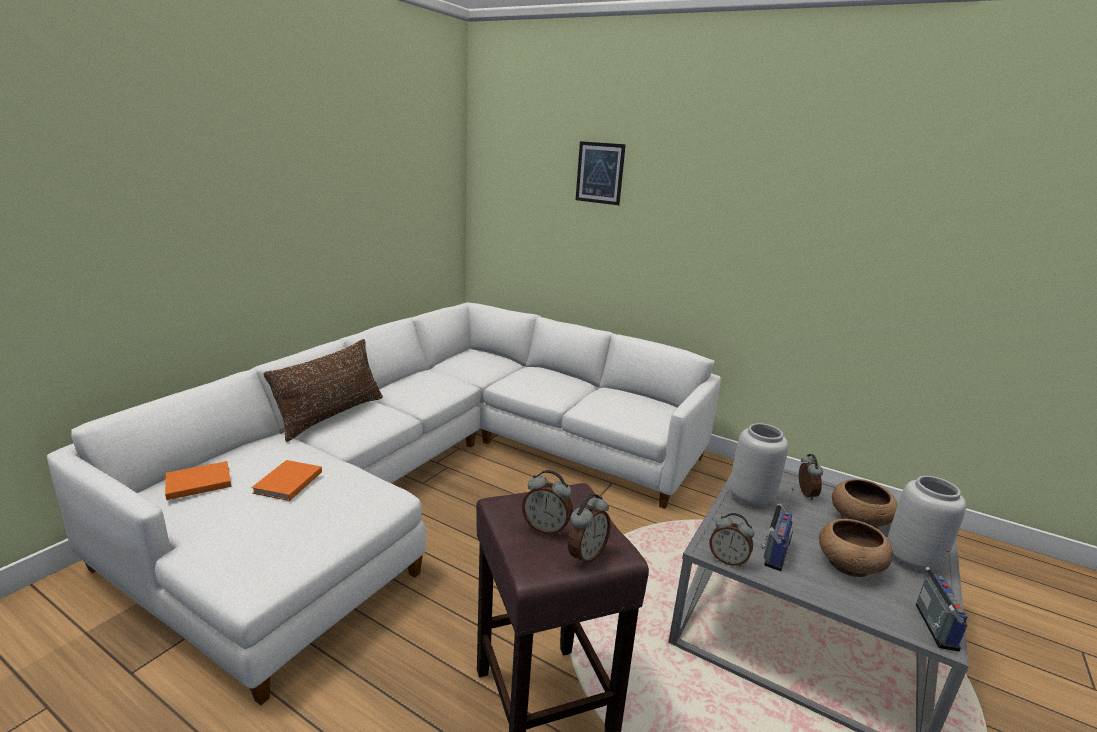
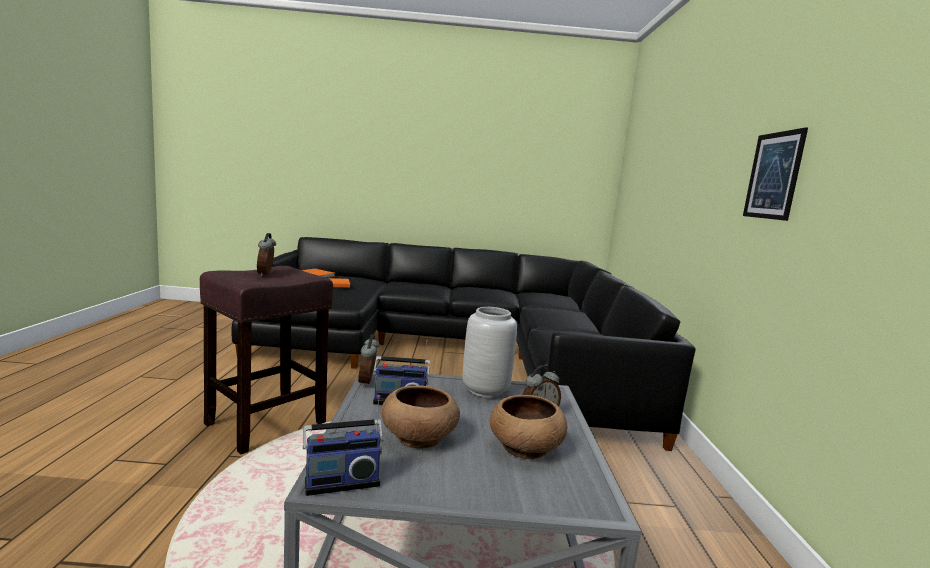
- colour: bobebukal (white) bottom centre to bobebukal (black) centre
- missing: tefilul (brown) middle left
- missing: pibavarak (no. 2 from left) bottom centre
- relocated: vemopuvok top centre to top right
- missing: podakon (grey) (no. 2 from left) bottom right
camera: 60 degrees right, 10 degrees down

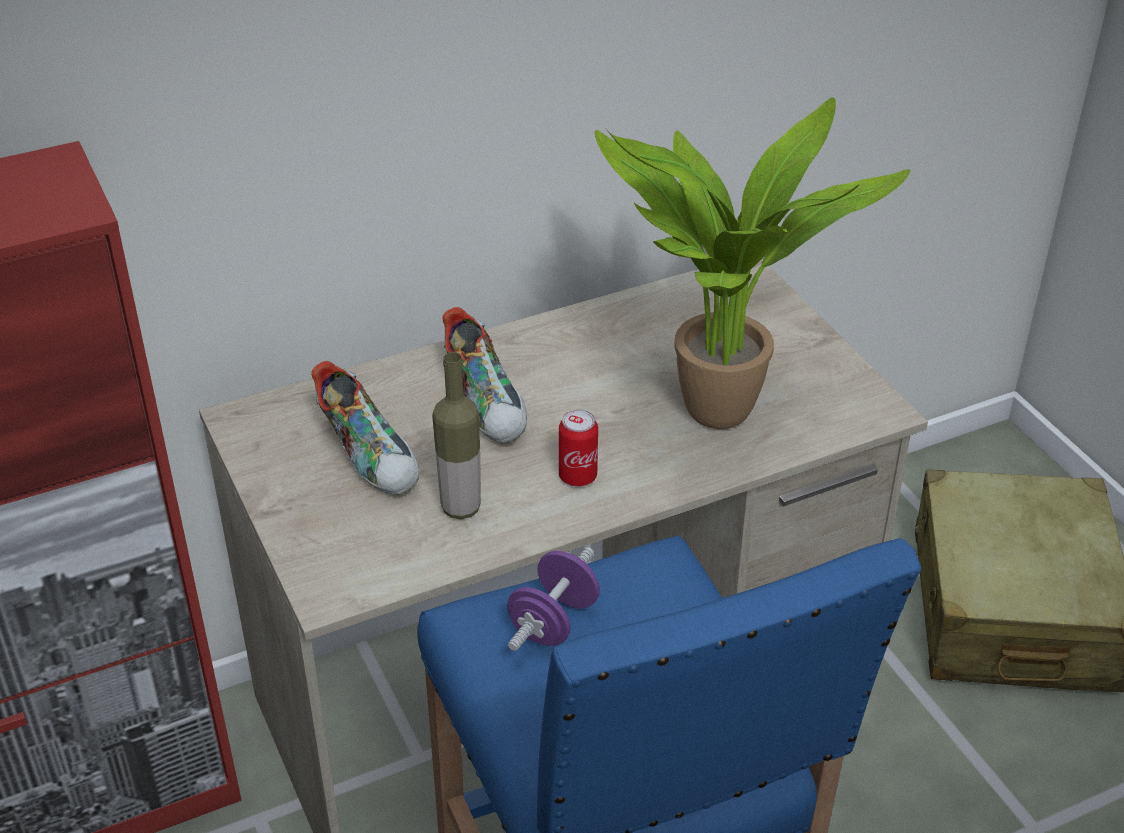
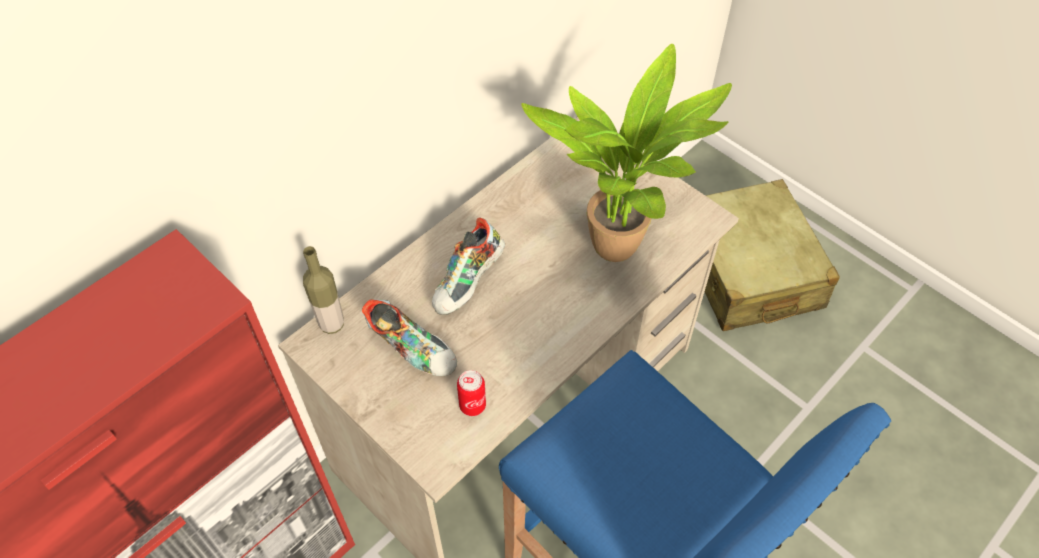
- relocated: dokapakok centre to middle left
- spun: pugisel (no. 2 from left) centre = centre 75 degrees clockwise
- missing: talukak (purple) bottom centre
- relocated: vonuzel centre to bottom centre
camera: 20 degrees left, 15 degrees up

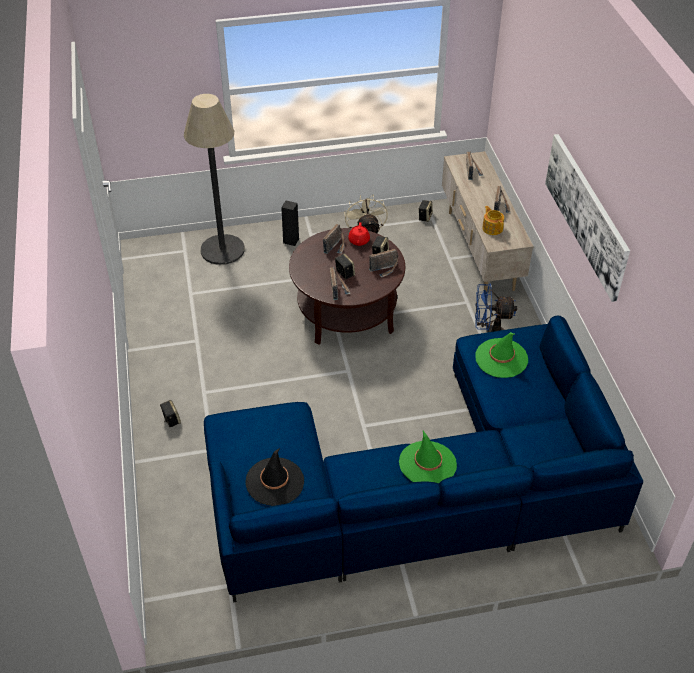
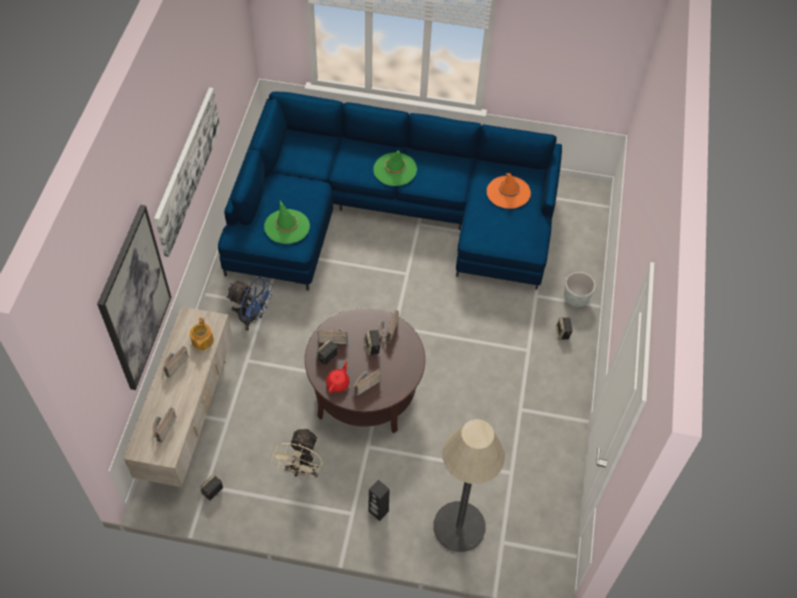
- colour: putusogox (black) bottom centre to putusogox (orange) top centre
- appeared: vemopuvok (no. 1 from left) middle left
- appeared: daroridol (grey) middle right
camera: 160 degrees left, 10 degrees up

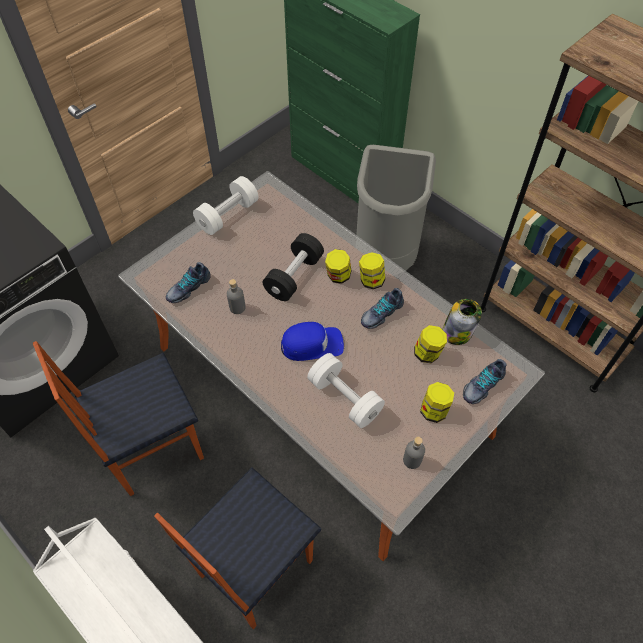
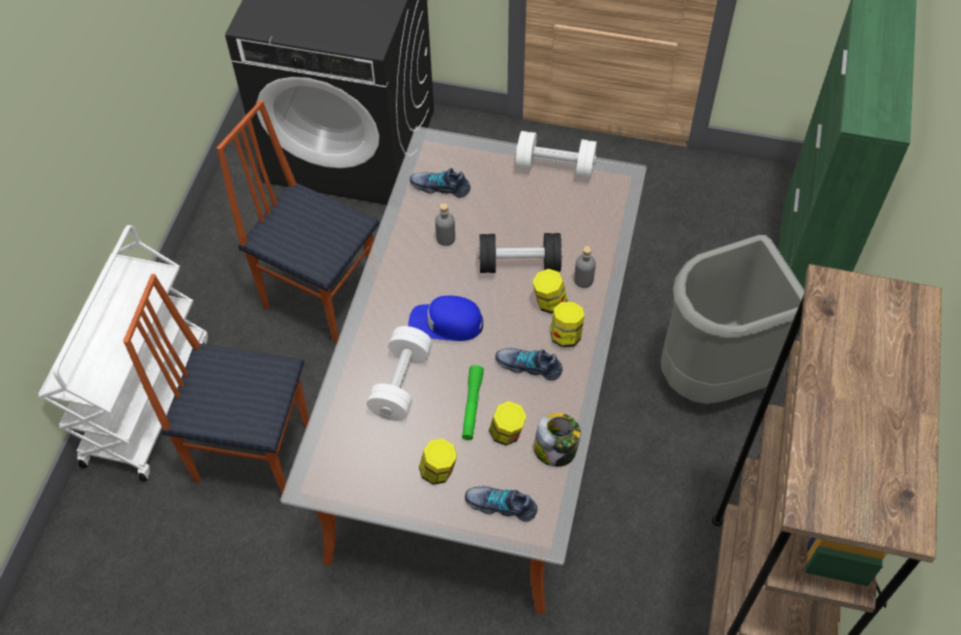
- spun: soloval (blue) centre = centre 135 degrees clockwise
- relocated: dokapakok (grey) (no. 2 from left) bottom centre to centre
- appeared: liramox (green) centre
camera: 60 degrees right, 0 degrees up

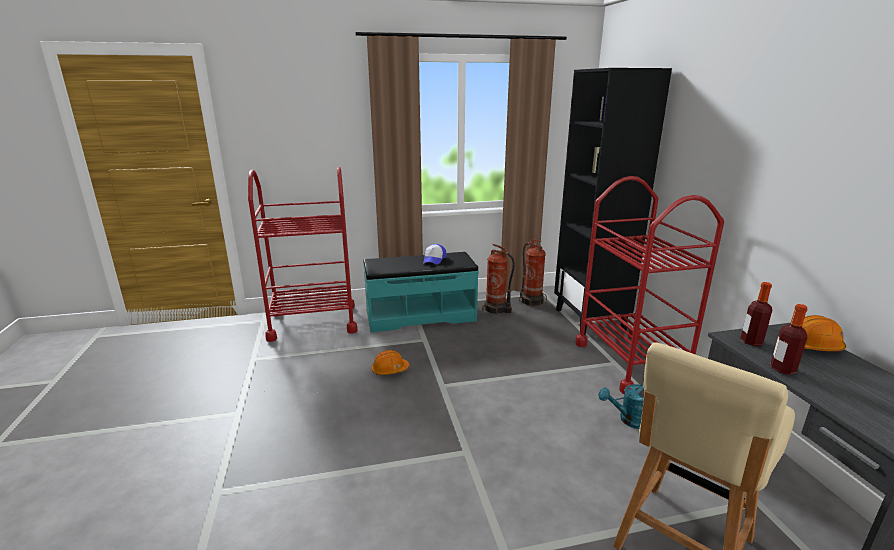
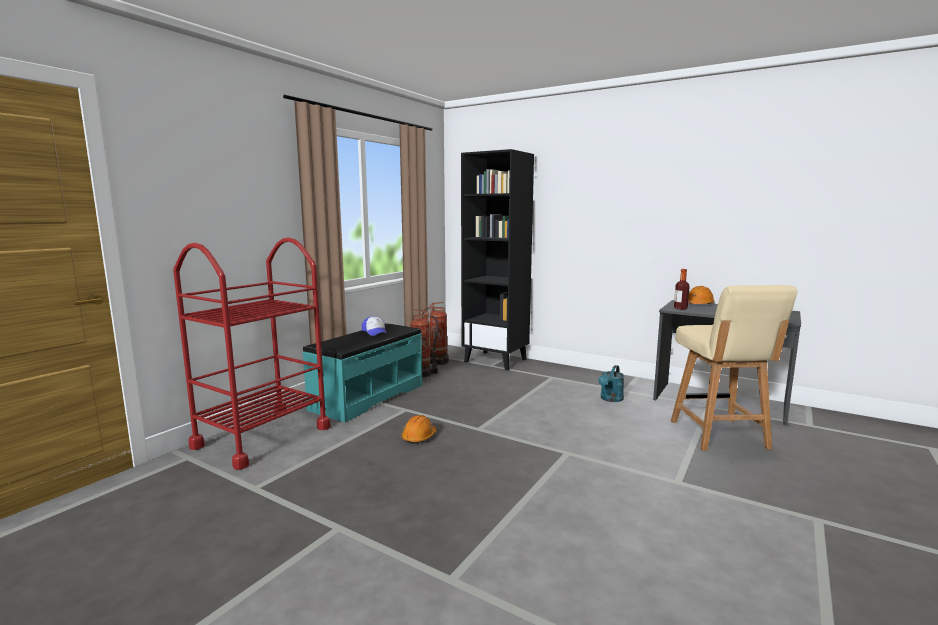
- missing: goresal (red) (no. 2 from left) middle right
- missing: dokapakok (no. 2 from left) middle right
camera: 45 degrees left, 10 degrees down

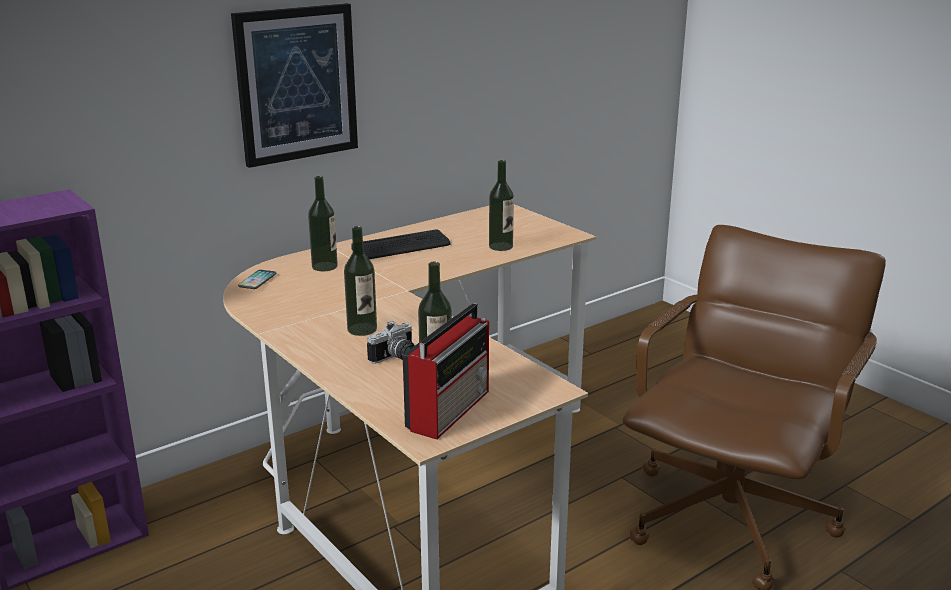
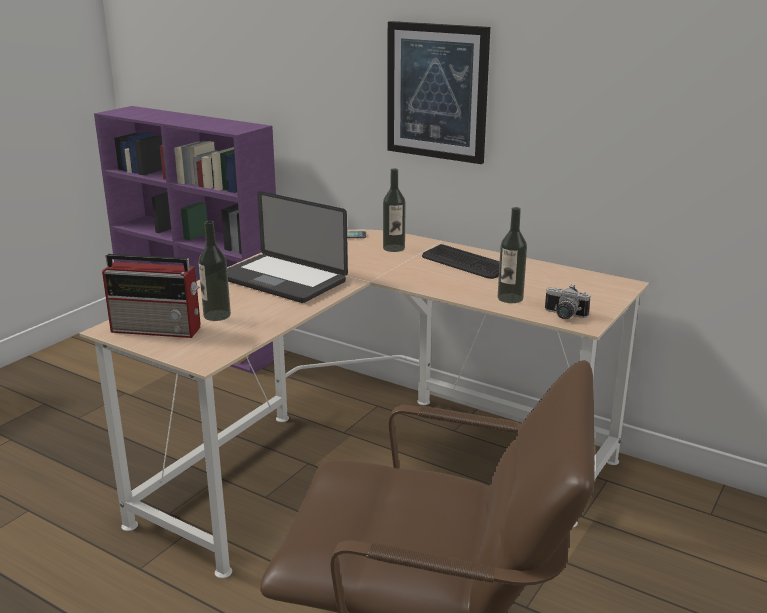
- exchanged: dokapakok (no. 2 from left) centre to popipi centre
- relocated: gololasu centre to middle right
camera: 70 degrees right, 0 degrees up

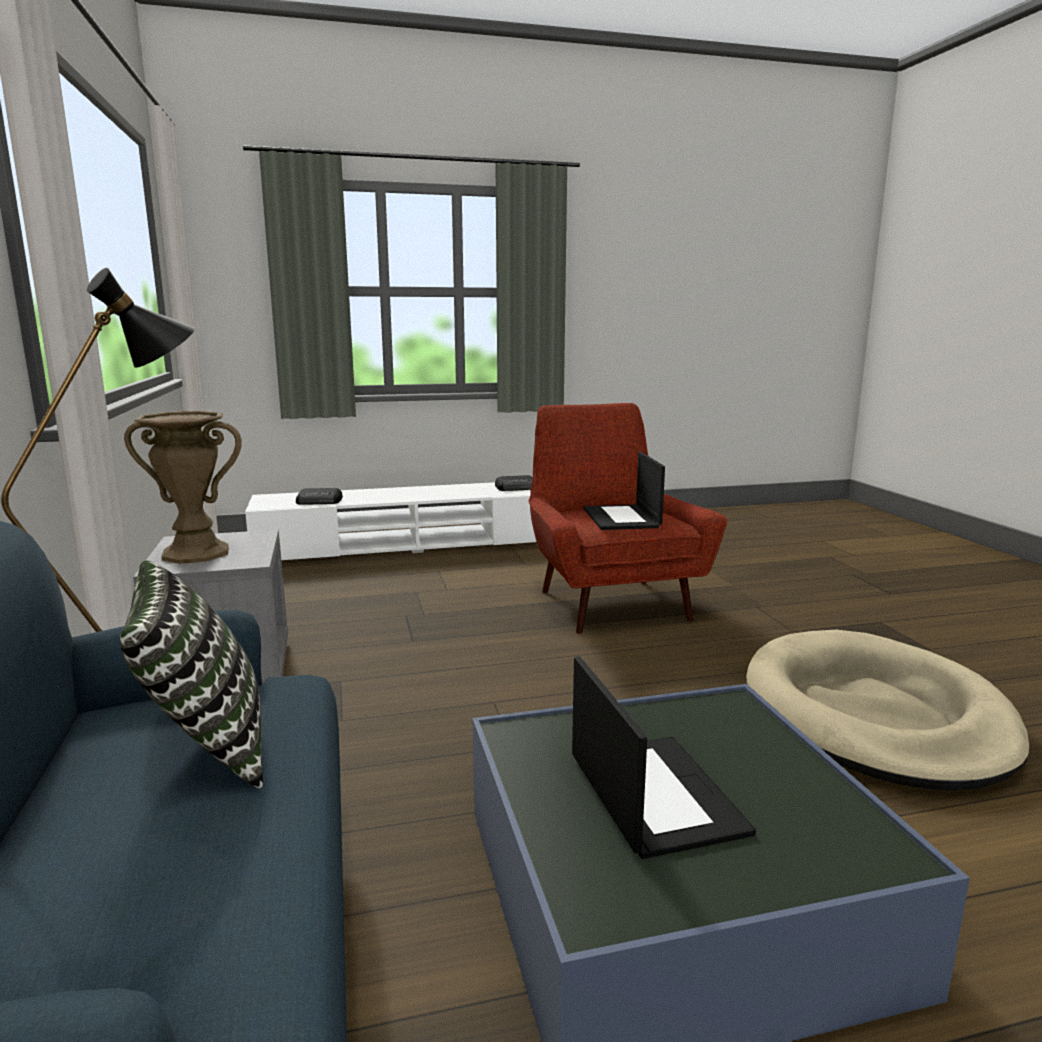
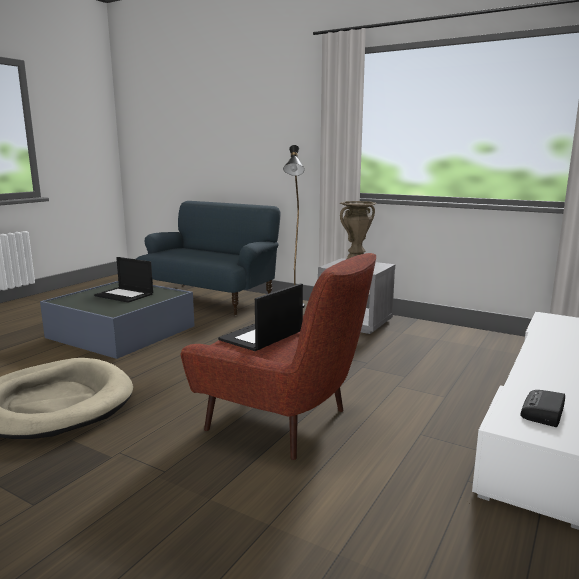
- missing: tefilul middle left
- missing: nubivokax (no. 1 from left) middle left
- spun: popipi (no. 1 from left in the first image) centre = centre 90 degrees counterclockwise
camera: 135 degrees right, 0 degrees up

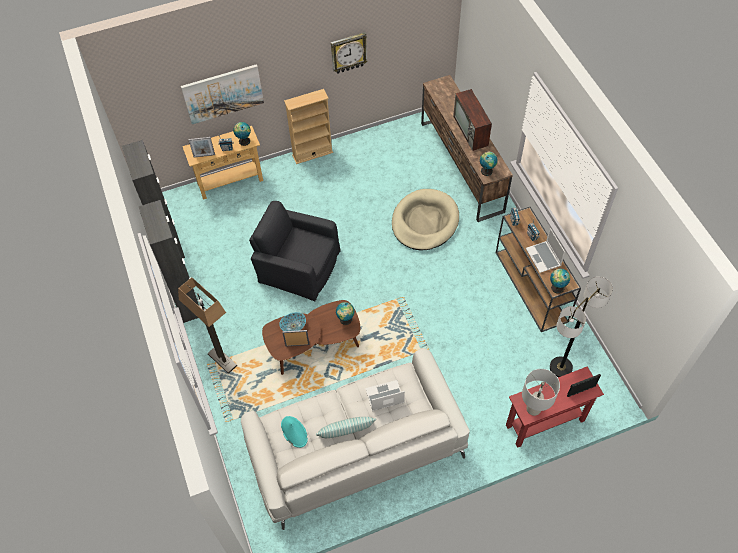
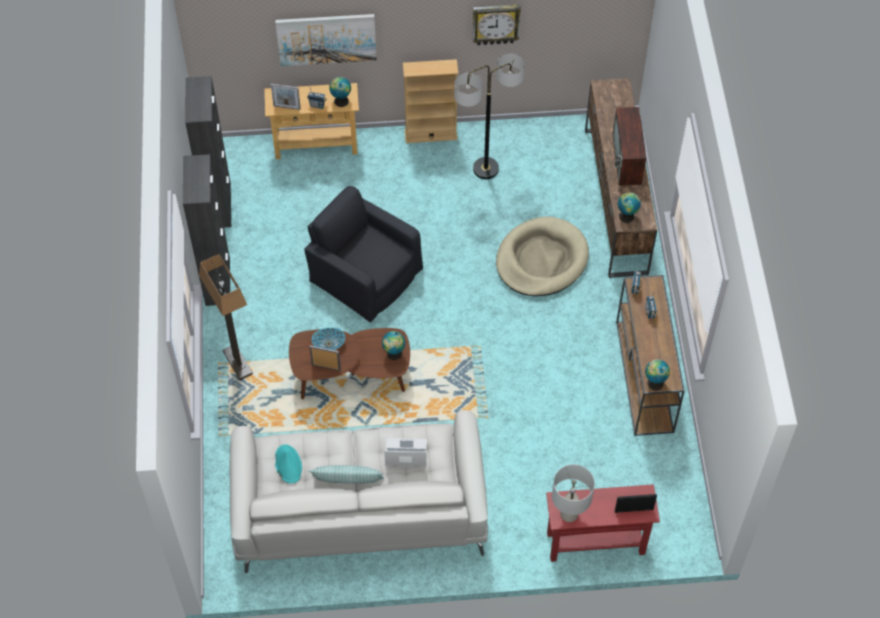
- missing: popipi (no. 2 from left) middle right
- relocated: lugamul (no. 2 from left) middle right to top centre
camera: 15 degrees right, 0 degrees up

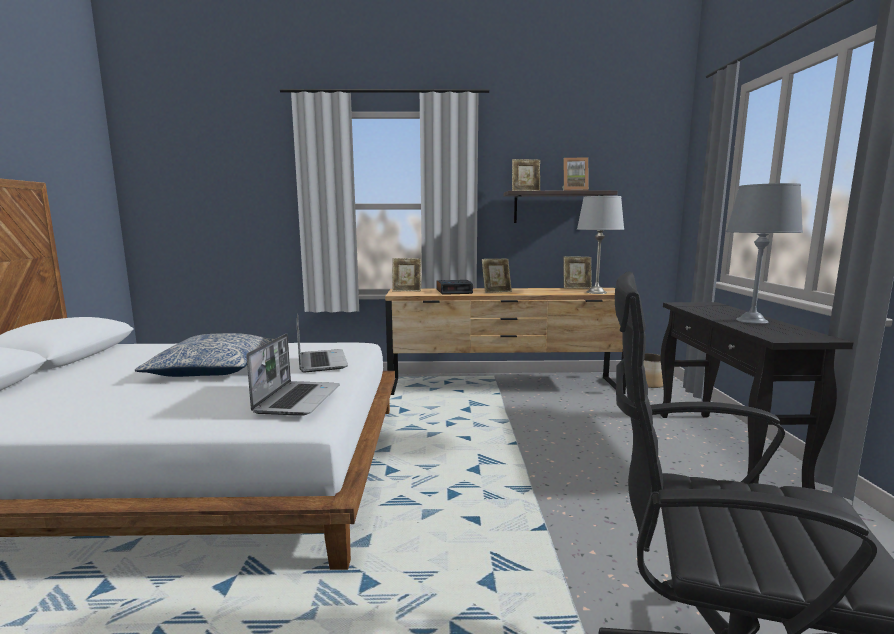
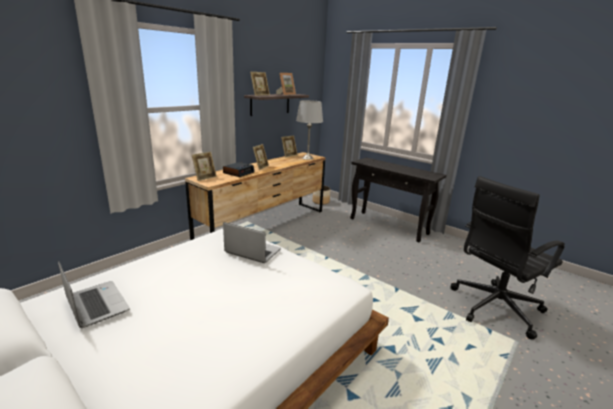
- missing: tefilul middle left
- relocated: popipi (no. 1 from left) middle left to bottom left
- missing: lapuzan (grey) (no. 2 from left) middle right
camera: 50 degrees left, 10 degrees up

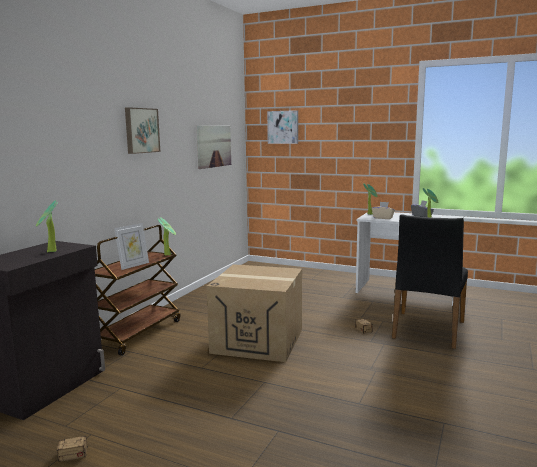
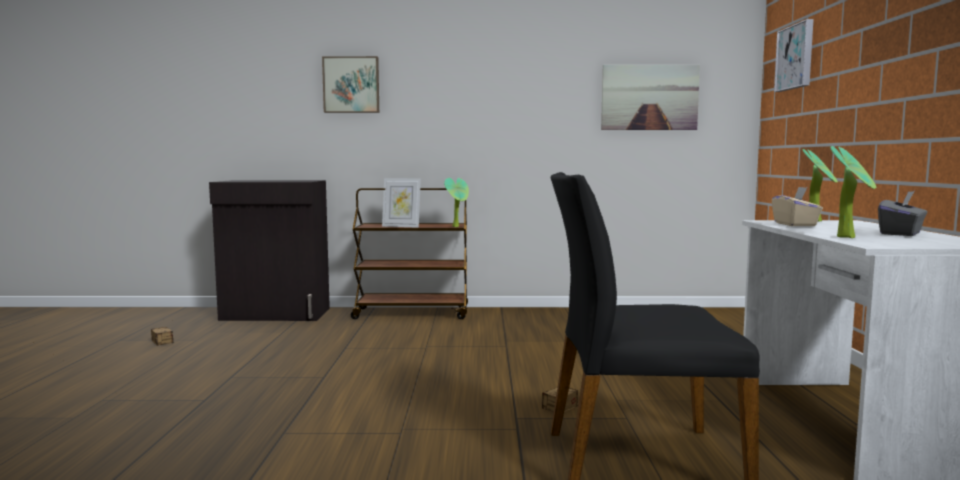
- missing: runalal (no. 1 from left) middle left
- relocated: vemopuvok (no. 1 from left) top left to top centre
- missing: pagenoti bottom centre
camera: 65 degrees right, 5 degrees down

